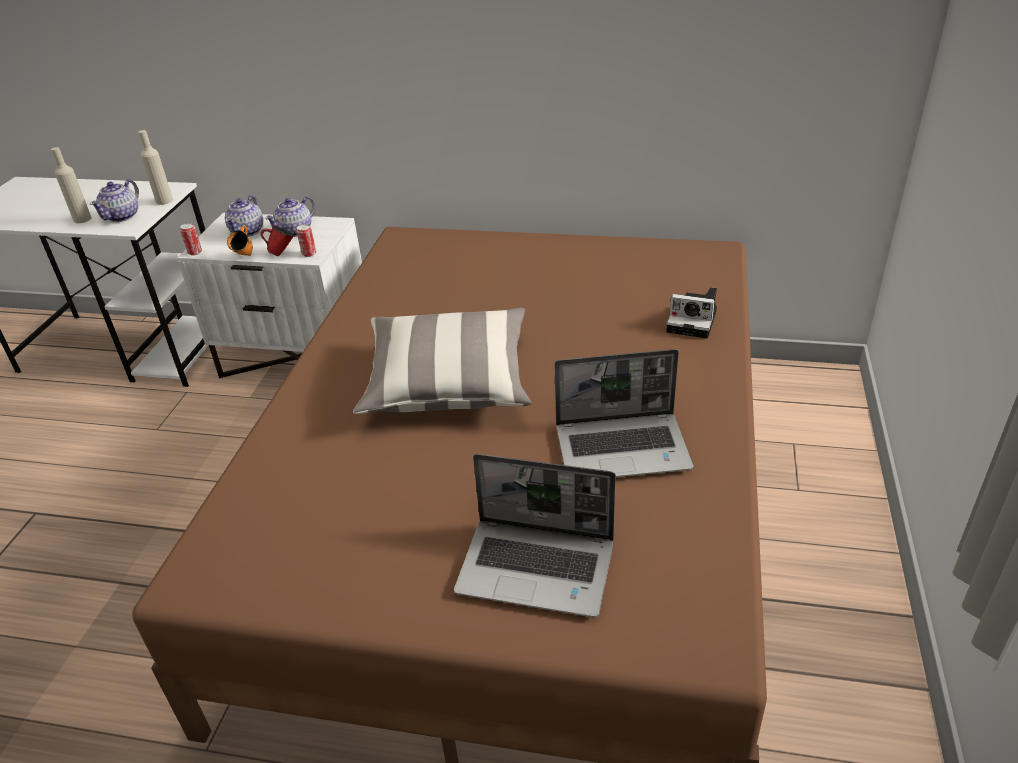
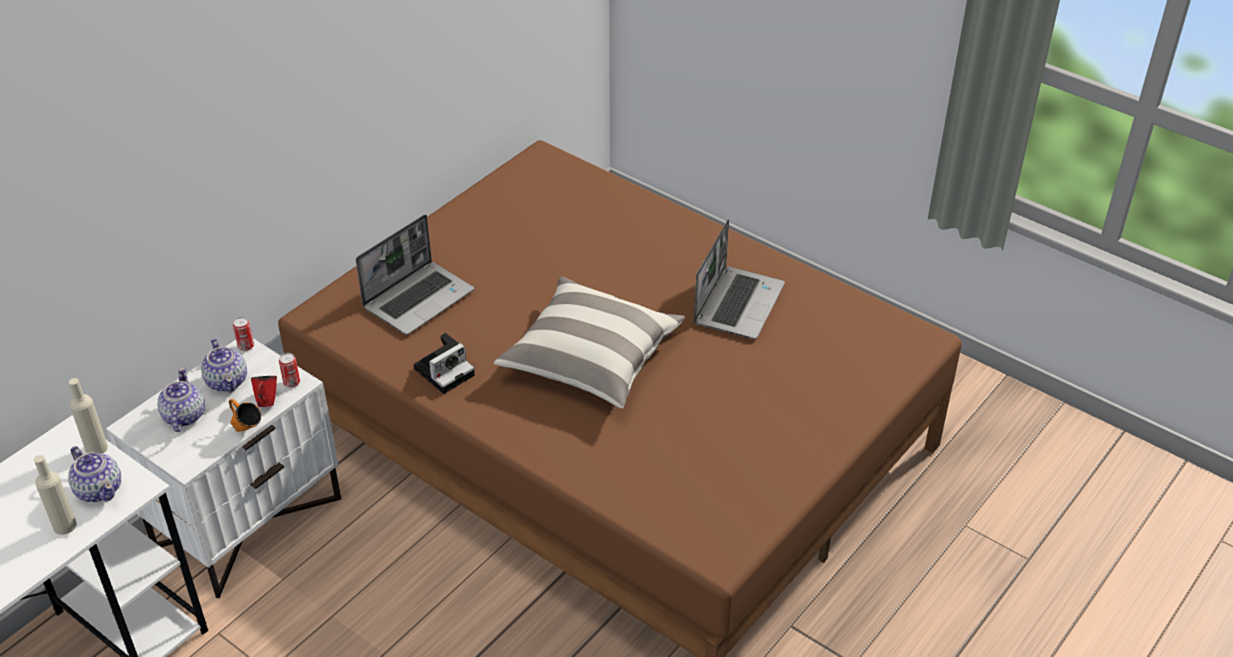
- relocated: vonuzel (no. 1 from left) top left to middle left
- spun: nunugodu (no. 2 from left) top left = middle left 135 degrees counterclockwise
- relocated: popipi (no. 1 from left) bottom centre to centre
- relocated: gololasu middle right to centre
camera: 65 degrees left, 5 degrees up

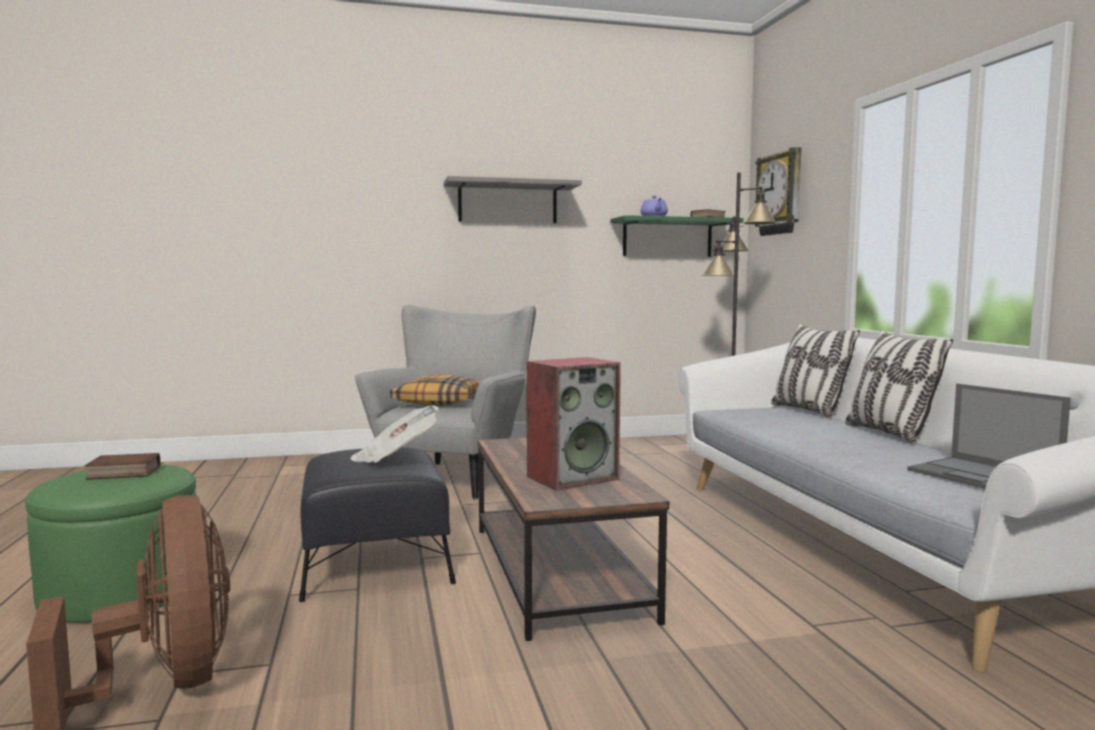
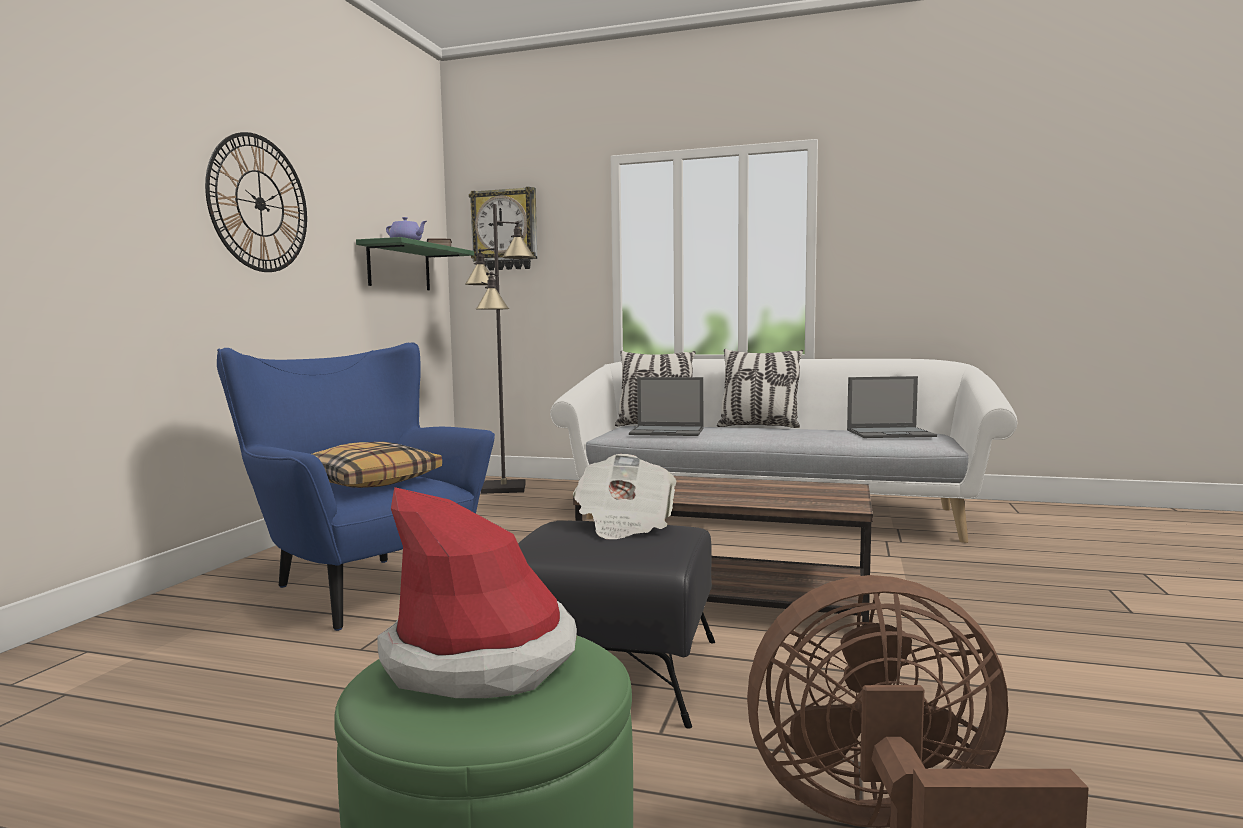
- exchanged: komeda (no. 1 from left) middle left to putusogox bottom centre
- colour: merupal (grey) centre to merupal (blue) middle left
- exchanged: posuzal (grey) top centre to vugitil (no. 1 from left) top left
- missing: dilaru centre
- appeared: popipi (no. 1 from left) centre
camera: 60 degrees left, 0 degrees up

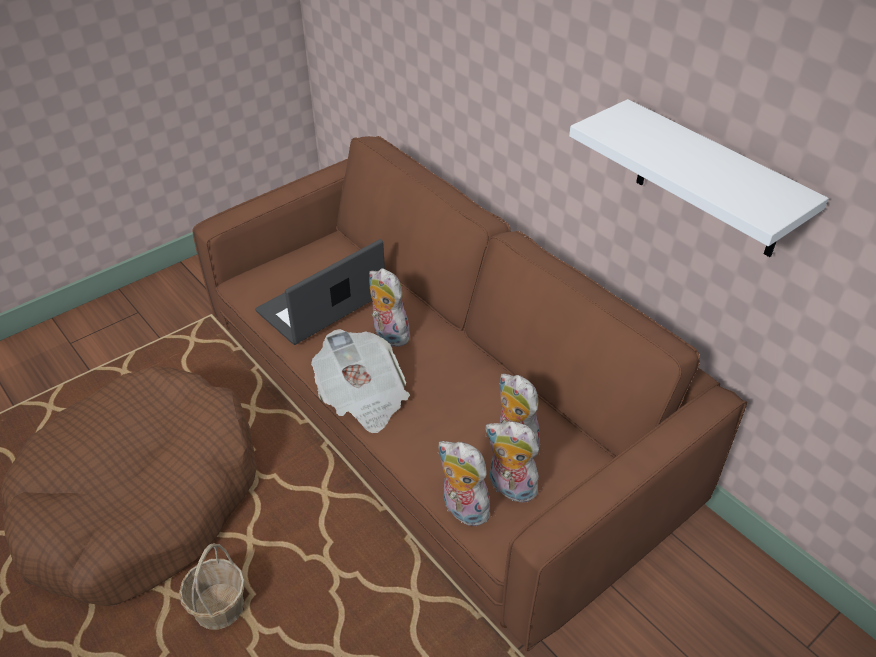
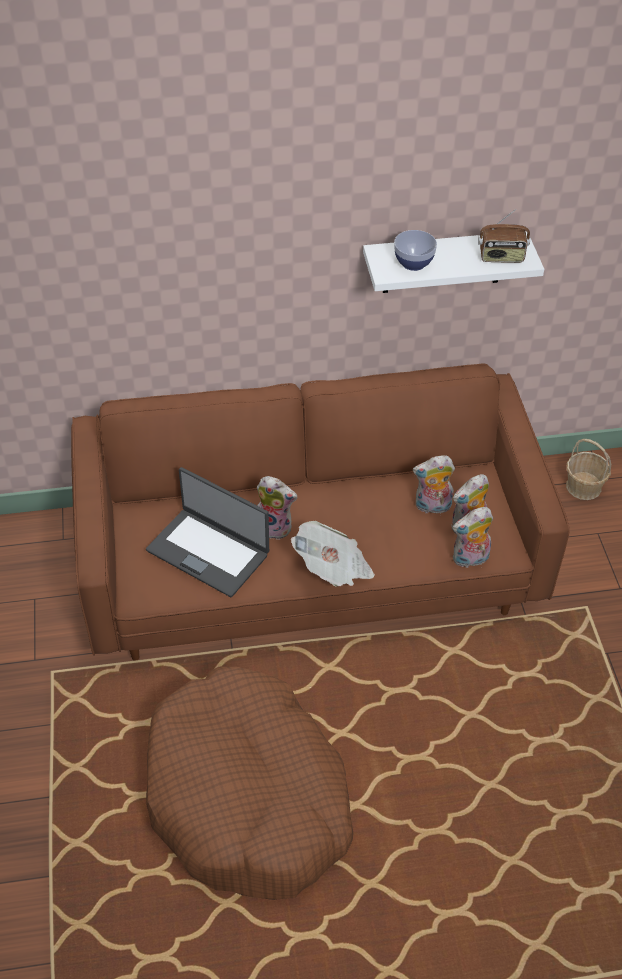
- relocated: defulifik bottom left to middle right
- spun: popipi centre = middle left 45 degrees counterclockwise
- spun: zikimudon (no. 1 from left) centre = centre 150 degrees counterclockwise
- appeared: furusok top right
- appeared: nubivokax top right
camera: 60 degrees left, 5 degrees up

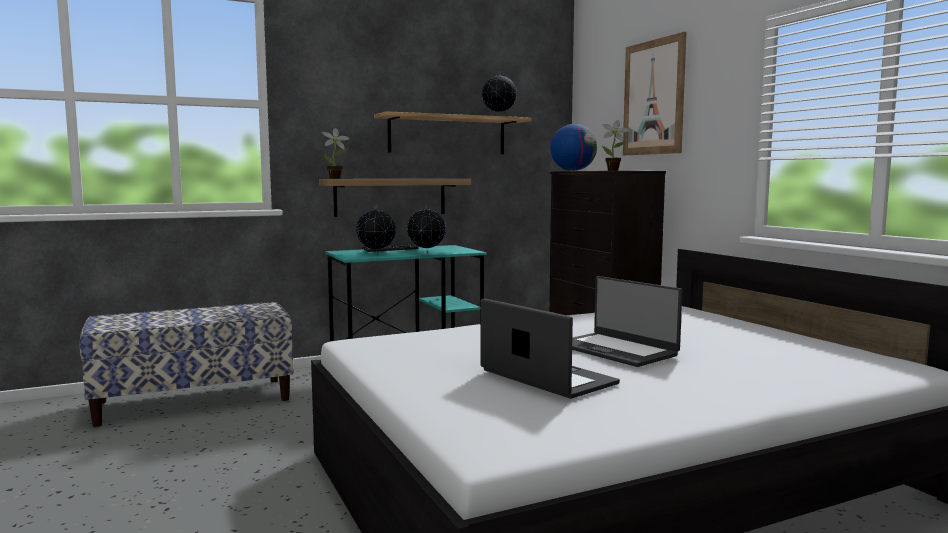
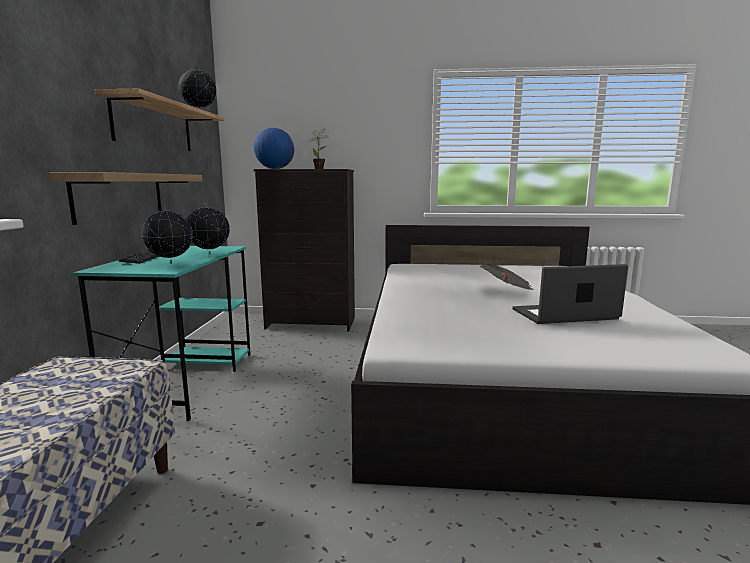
- missing: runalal (no. 1 from left) top centre
- exchanged: popipi (no. 2 from left) centre to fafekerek middle right
- missing: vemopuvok top right
camera: 60 degrees left, 5 degrees up

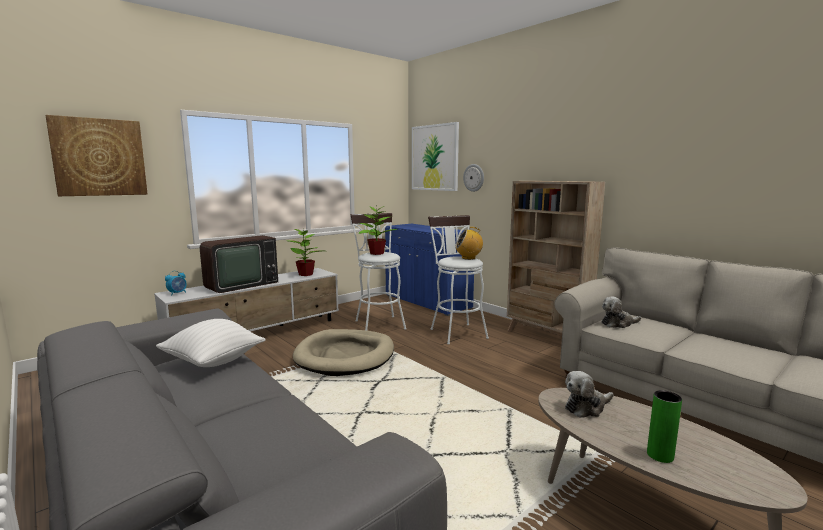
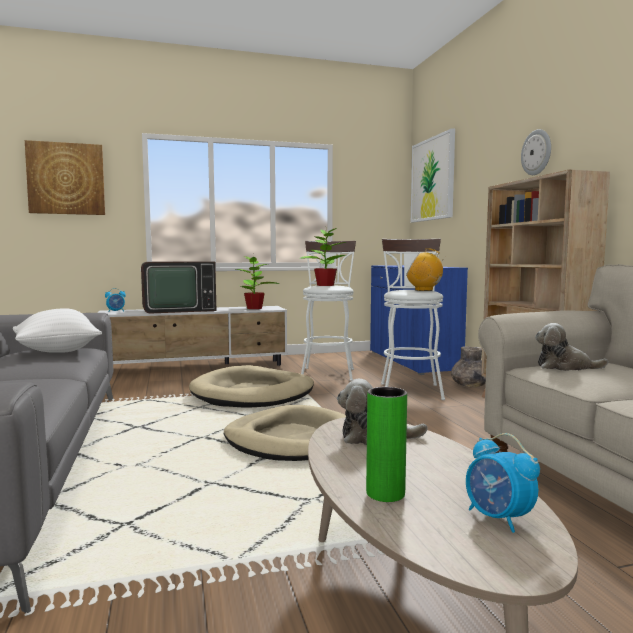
- relocated: vugitil centre to top right
- appeared: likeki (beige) (no. 2 from left) bottom centre
- appeared: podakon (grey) middle right
- appeared: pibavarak (no. 2 from left) bottom right
camera: 25 degrees right, 5 degrees down

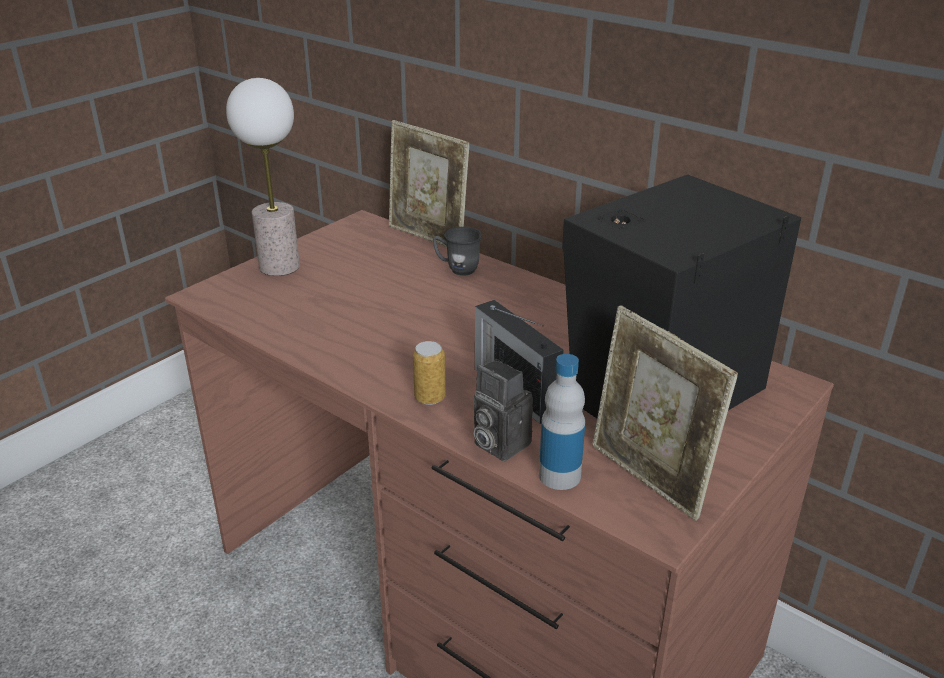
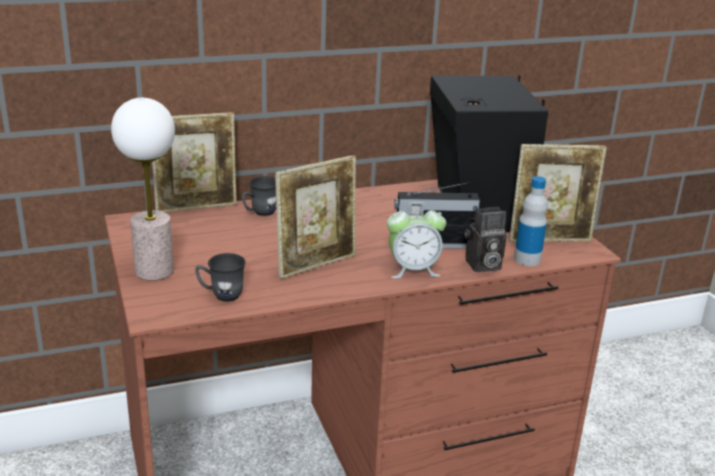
- exchanged: vonuzel centre to pibavarak centre
- appeared: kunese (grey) (no. 1 from left) middle left
- appeared: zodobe (no. 2 from left) centre
camera: 60 degrees left, 5 degrees down

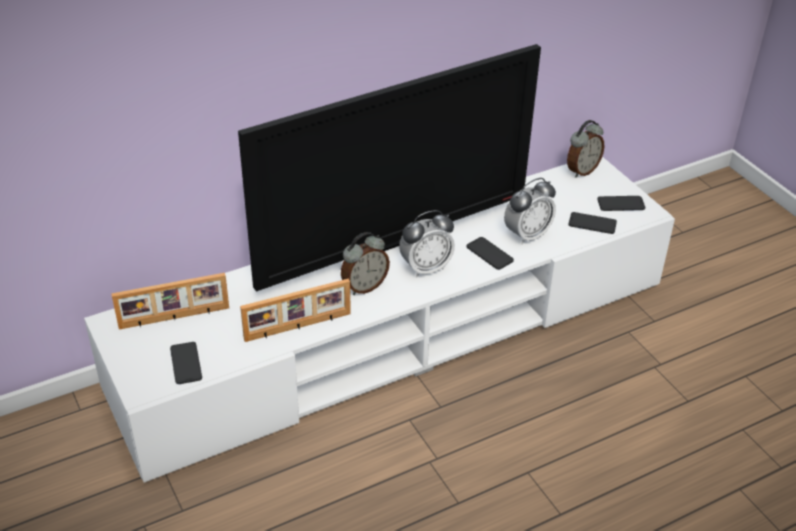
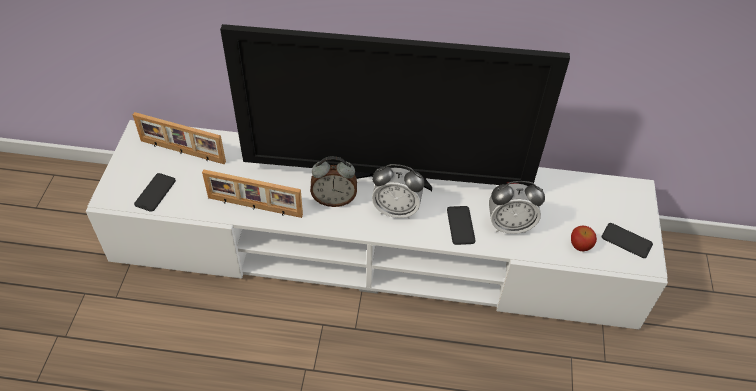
- missing: pibavarak (no. 4 from left) top right
- exchanged: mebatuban (no. 3 from left) middle right to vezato middle right
camera: 35 degrees right, 10 degrees up

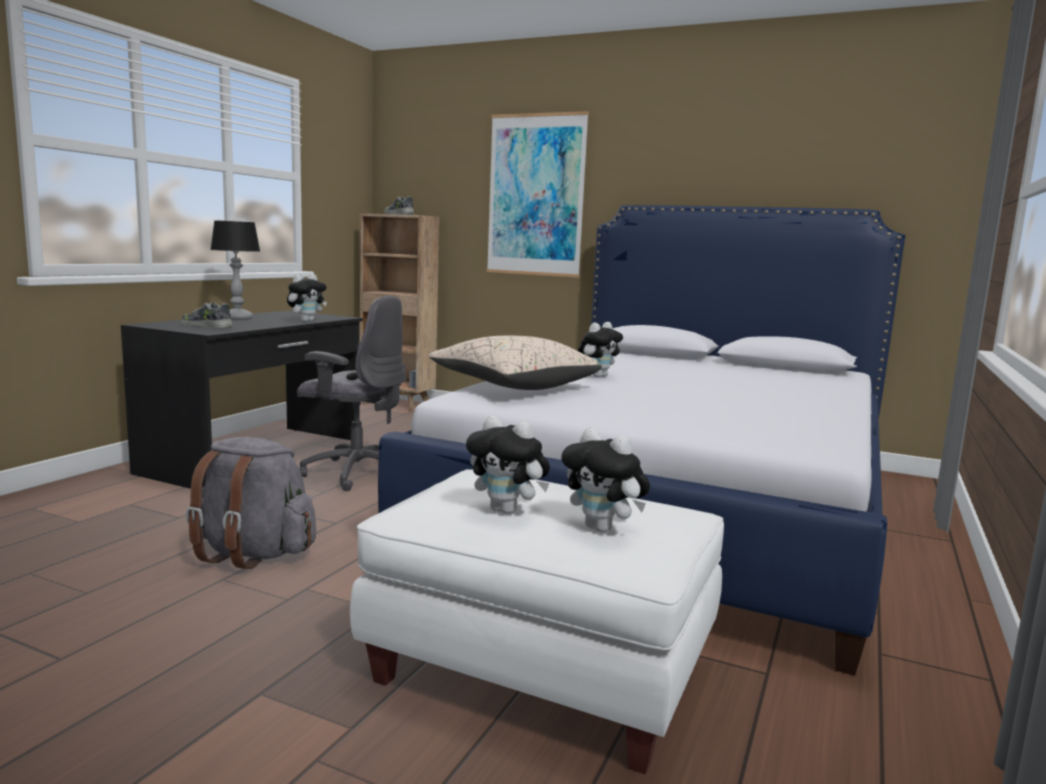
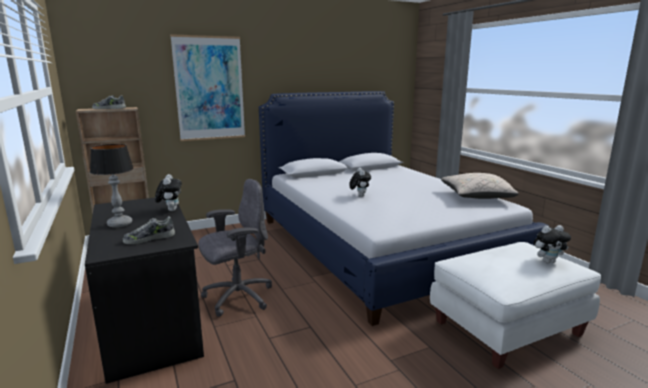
- missing: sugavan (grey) middle left
- relocated: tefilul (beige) centre to middle right
- missing: zikimudon (no. 2 from left) centre
camera: 50 degrees left, 5 degrees up

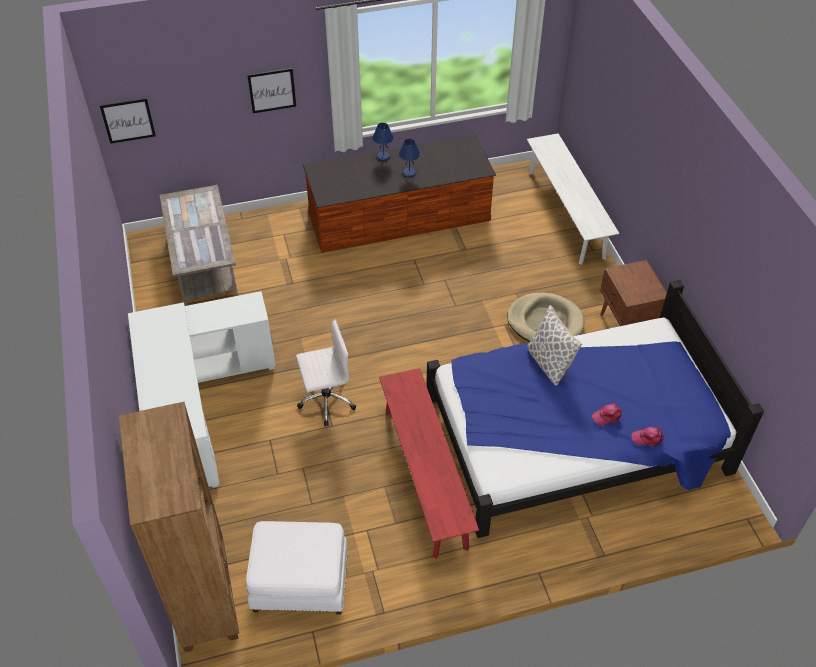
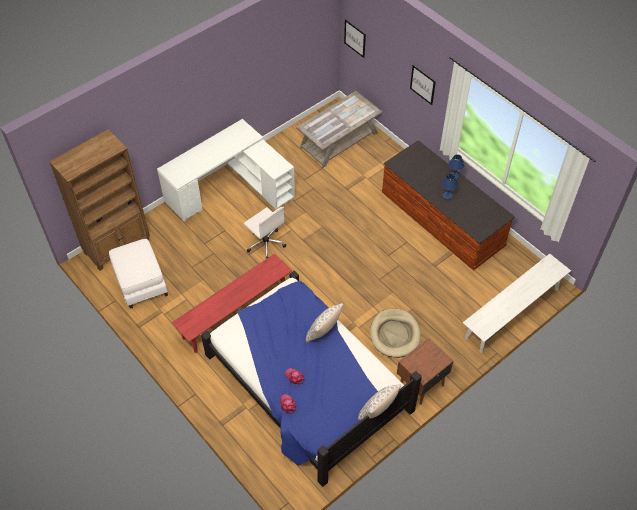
- appeared: tefilul (no. 2 from left) bottom centre
camera: 65 degrees right, 5 degrees up

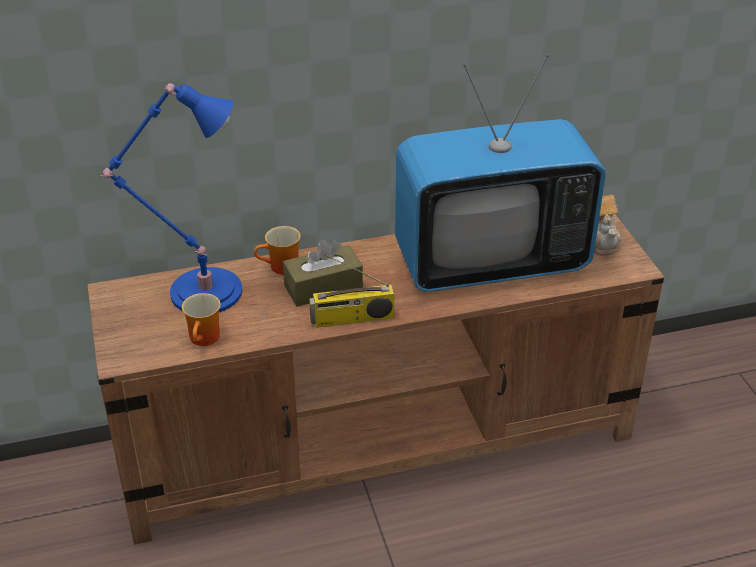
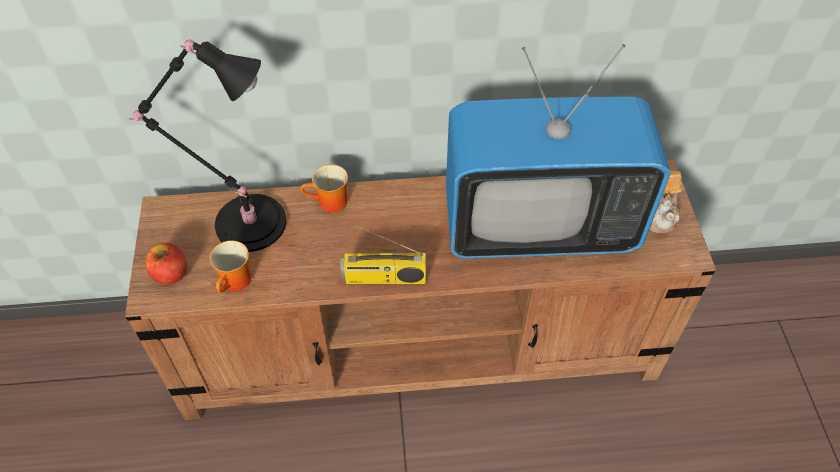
- colour: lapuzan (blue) middle left to lapuzan (black) top left
- missing: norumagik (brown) centre
- appeared: vezato middle left
camera: 10 degrees right, 15 degrees up

